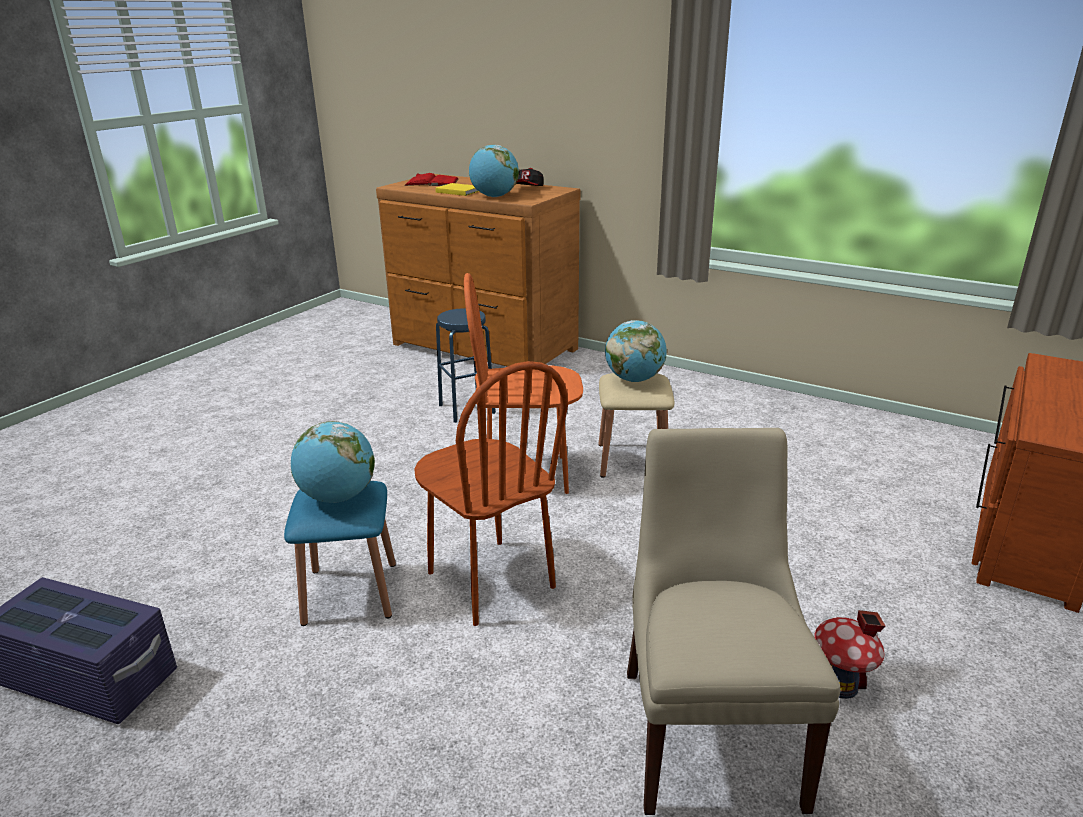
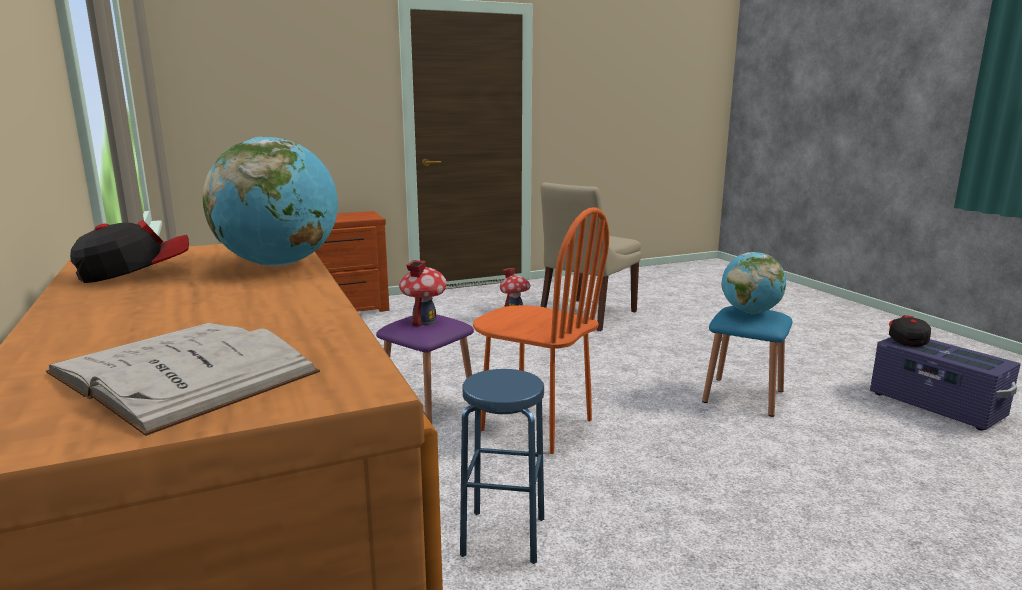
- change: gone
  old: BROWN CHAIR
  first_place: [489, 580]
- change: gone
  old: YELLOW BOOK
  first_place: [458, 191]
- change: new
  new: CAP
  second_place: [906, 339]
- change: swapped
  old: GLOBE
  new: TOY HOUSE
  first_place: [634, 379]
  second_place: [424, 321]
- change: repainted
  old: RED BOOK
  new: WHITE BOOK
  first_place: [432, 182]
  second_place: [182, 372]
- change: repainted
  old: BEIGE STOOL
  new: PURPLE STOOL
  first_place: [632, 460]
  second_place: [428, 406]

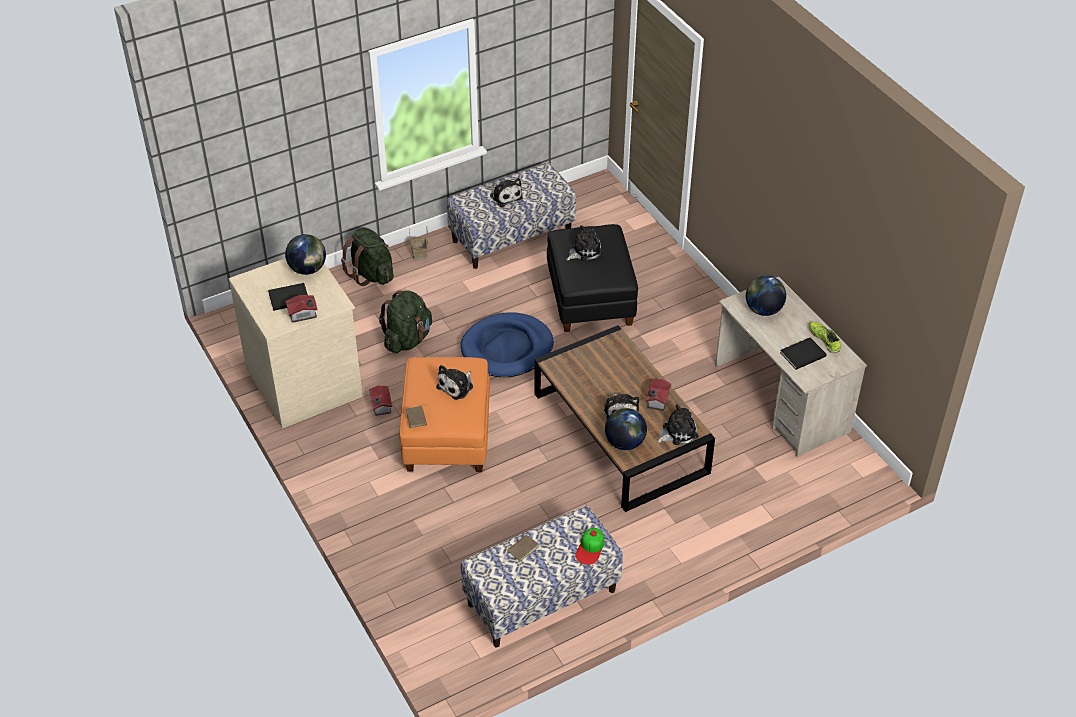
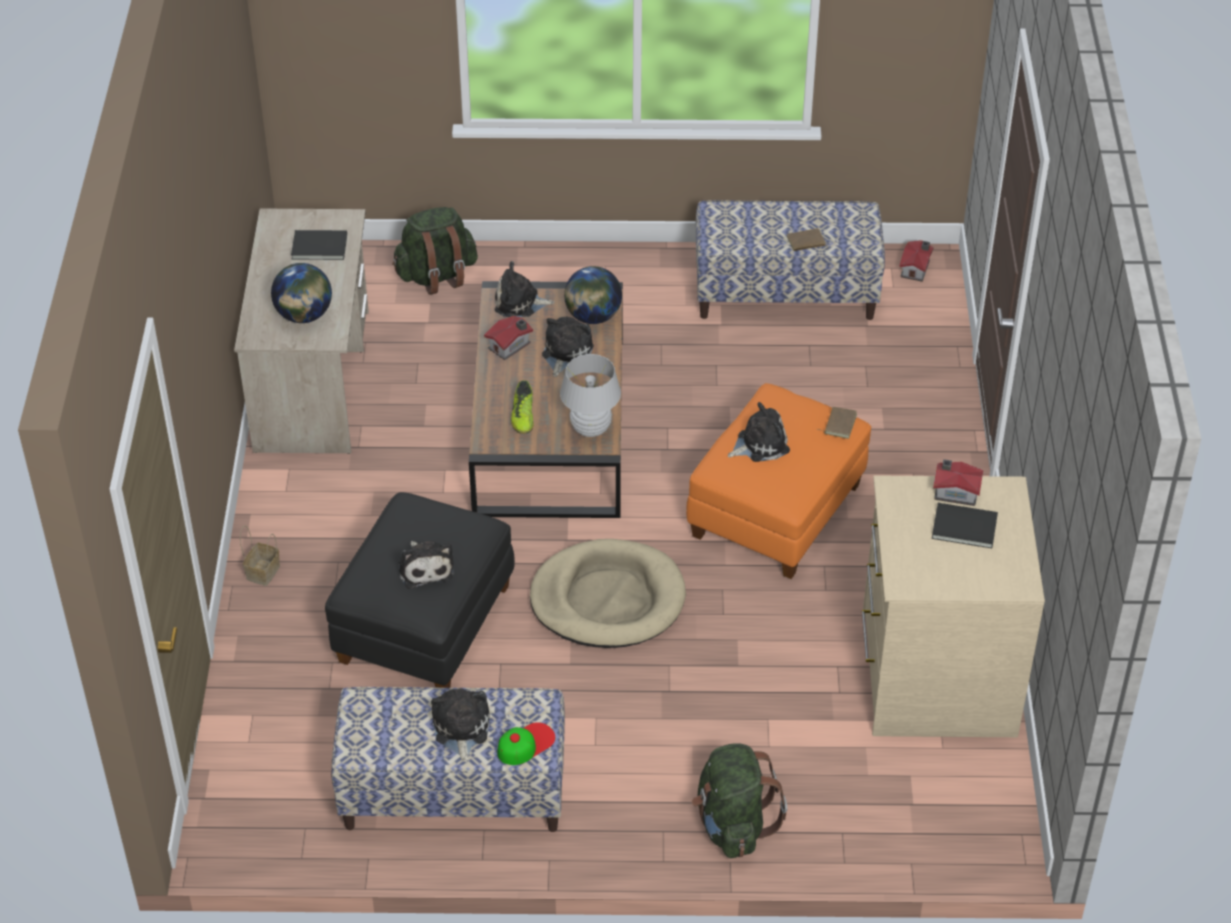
- change: gone
  old: GLOBE
  first_place: [308, 269]
- change: new
  new: WHITE TABLE LAMP
  second_place: [590, 428]
- change: shifted
  old: TOY HOUSE
  first_place: [380, 407]
  second_place: [916, 269]
- change: shifted
  old: GREEN BACKPACK
  first_place: [408, 339]
  second_place: [437, 276]
- change: shifted
  old: BASKET
  first_place: [420, 254]
  second_place: [263, 571]
- change: shifted
  old: CAP
  first_place: [590, 548]
  second_place: [525, 744]
- change: shifted
  old: SHOE
  first_place: [824, 339]
  second_place: [523, 416]
- change: repainted
  old: BLUE DOG BED
  new: BEIGE DOG BED
  first_place: [507, 348]
  second_place: [608, 599]
- change: rotated
  old: PLUSH TOY
  first_place: [584, 250]
  second_place: [425, 568]
  degrees: -105

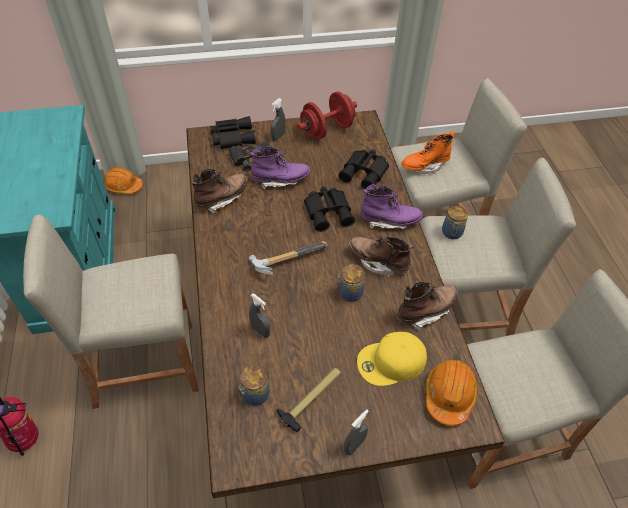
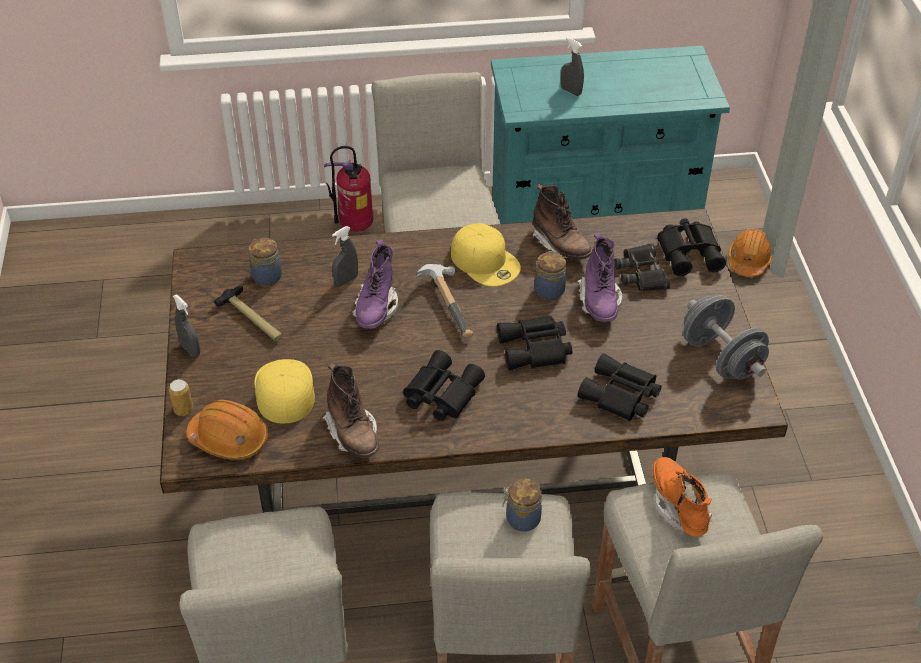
- change: new
  new: CAN
  second_place: [183, 409]
- change: new
  new: YELLOW CAP
  second_place: [486, 261]
- change: shifted
  old: GREY SPRAY BOTTLE
  first_place: [278, 137]
  second_place: [571, 91]
- change: shifted
  old: JAR
  first_place: [349, 293]
  second_place: [549, 290]
- change: shifted
  old: PURPLE BOOT
  first_place: [389, 221]
  second_place: [376, 308]
- change: swapped
  old: BROWN BOOT
  new: BLACK BINOCULARS
  first_place: [378, 262]
  second_place: [440, 393]
- change: repainted
  old: RED DUMBBELL
  new: GREY DUMBBELL
  first_place: [327, 130]
  second_place: [721, 357]

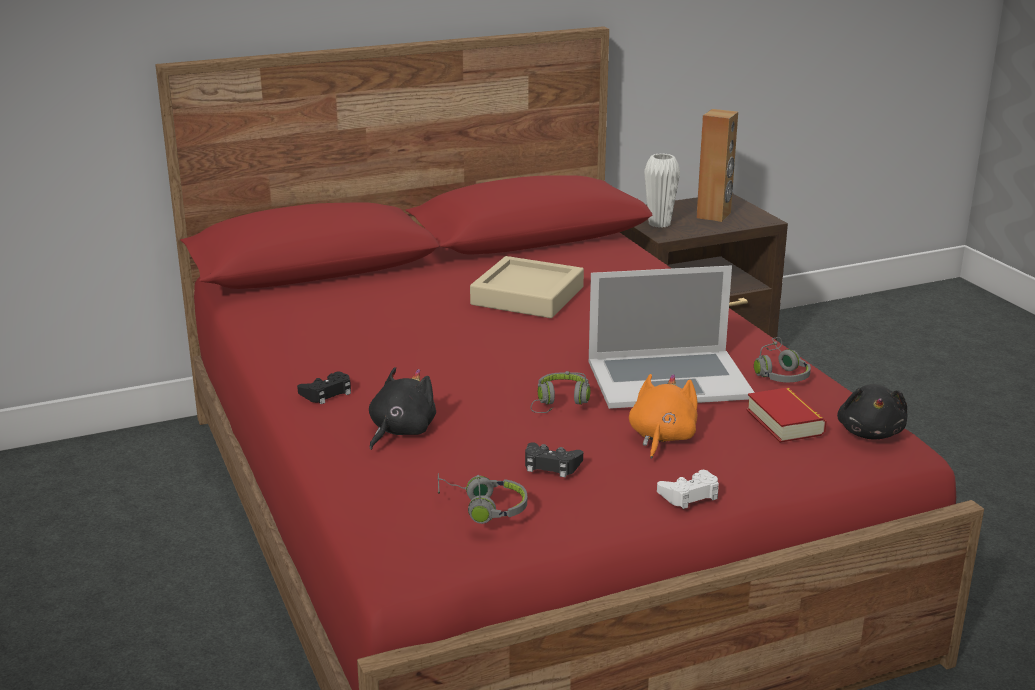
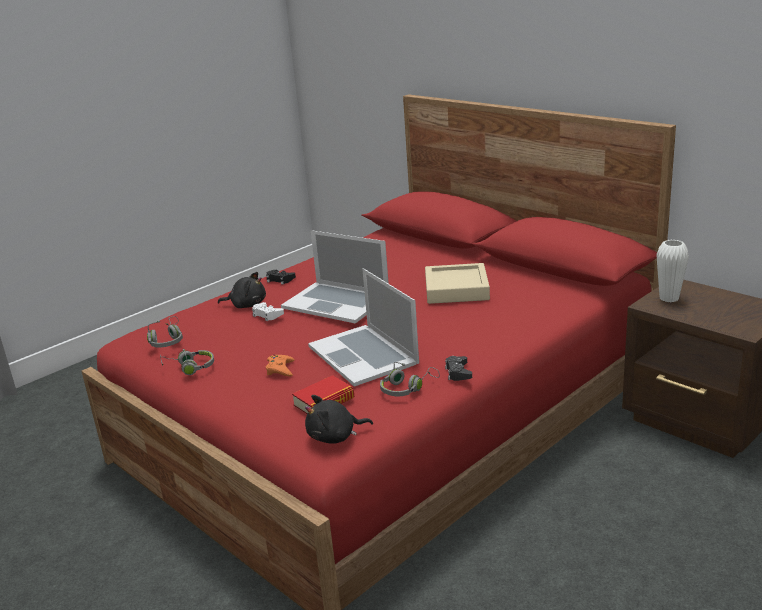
- change: gone
  old: BROWN SPEAKER
  first_place: [714, 215]
- change: new
  new: LAPTOP
  second_place: [336, 302]
- change: shifted
  old: BLACK GAME CONTROLLER
  first_place: [551, 465]
  second_place: [458, 372]
- change: shifted
  old: GREY HEADPHONES
  first_place: [560, 402]
  second_place: [189, 368]
- change: shifted
  old: WHITE GAME CONTROLLER
  first_place: [690, 495]
  second_place: [267, 315]
- change: swapped
  old: ORANGE PLUSH TOY
  new: ORANGE GAME CONTROLLER
  first_place: [661, 438]
  second_place: [280, 369]

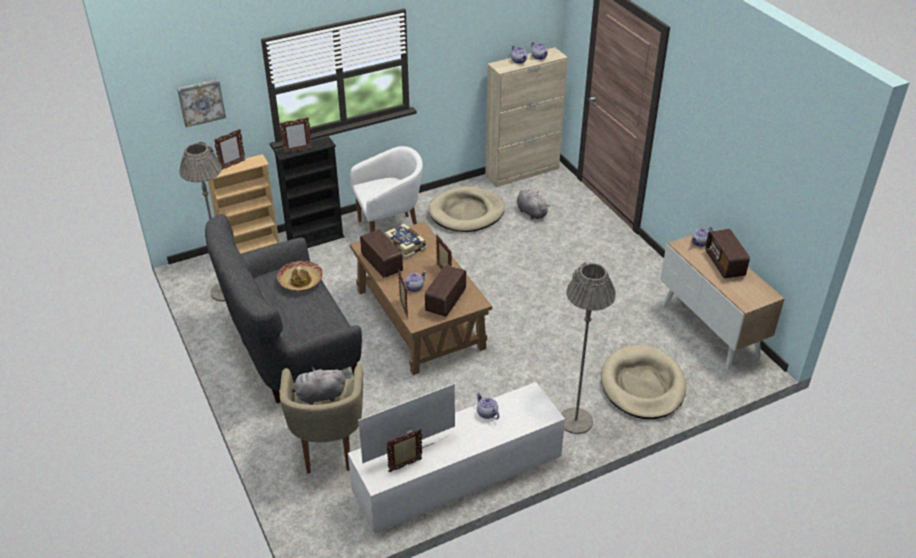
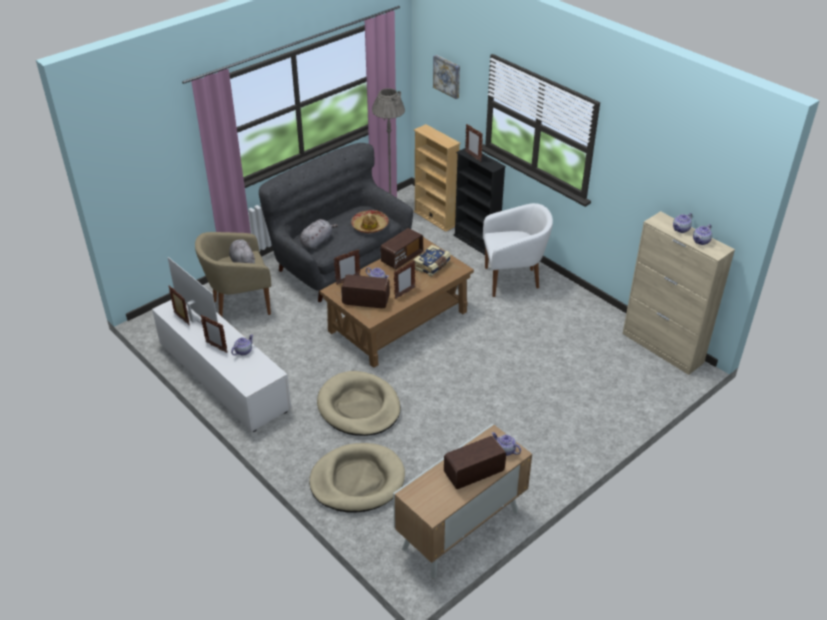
- change: gone
  old: GREY FLOOR LAMP
  first_place: [575, 421]
- change: shifted
  old: PICTURE FRAME
  first_place: [232, 165]
  second_place: [216, 347]
- change: shifted
  old: BEIGE DOG BED
  first_place: [466, 213]
  second_place: [359, 407]
- change: shifted
  old: GREY PLUSH TOY
  first_place: [530, 212]
  second_place: [317, 242]
- change: rotated
  old: WHITE ARMCHAIR
  first_place: [390, 229]
  second_place: [513, 280]
  degrees: -60

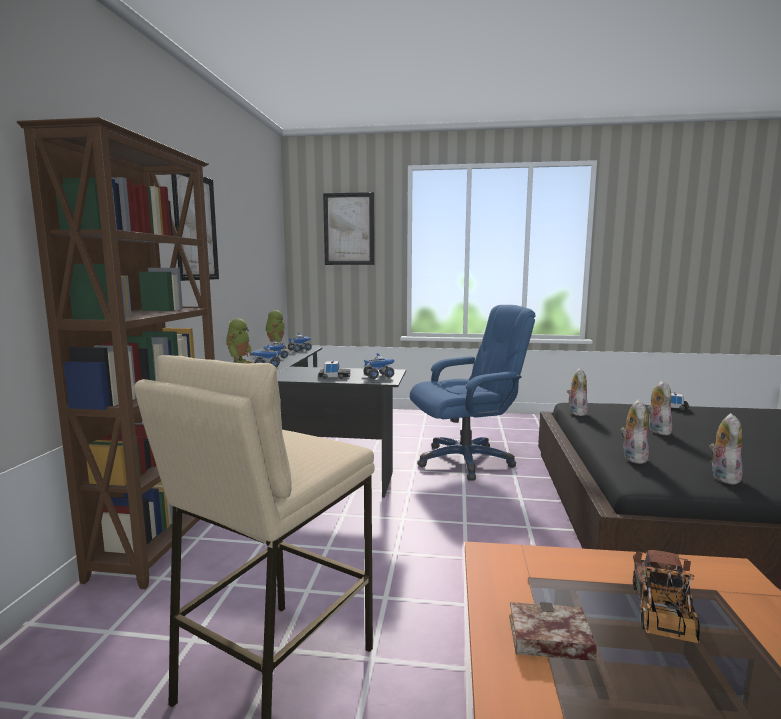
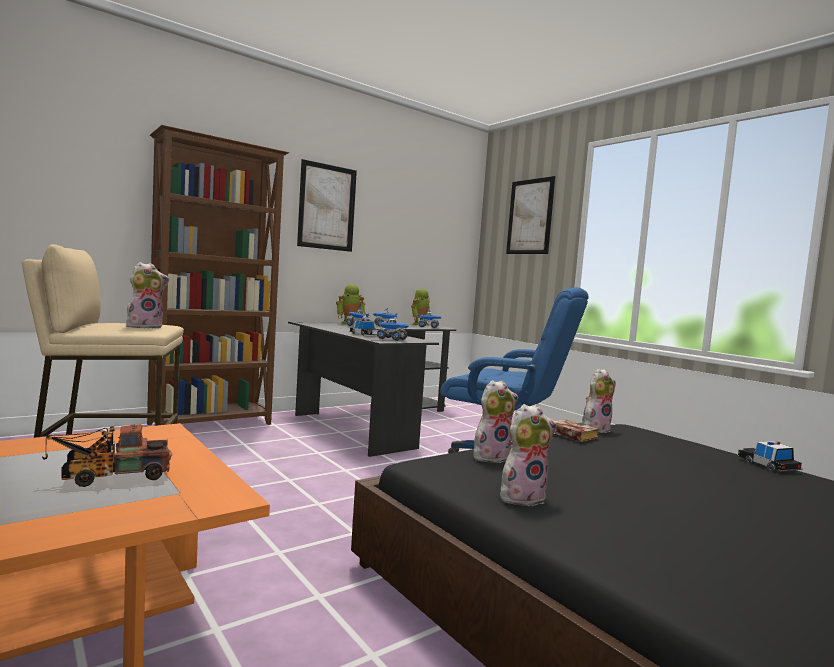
- change: shifted
  old: BOOK
  first_place: [546, 640]
  second_place: [569, 435]
- change: shifted
  old: PLUSH TOY
  first_place: [657, 431]
  second_place: [145, 327]

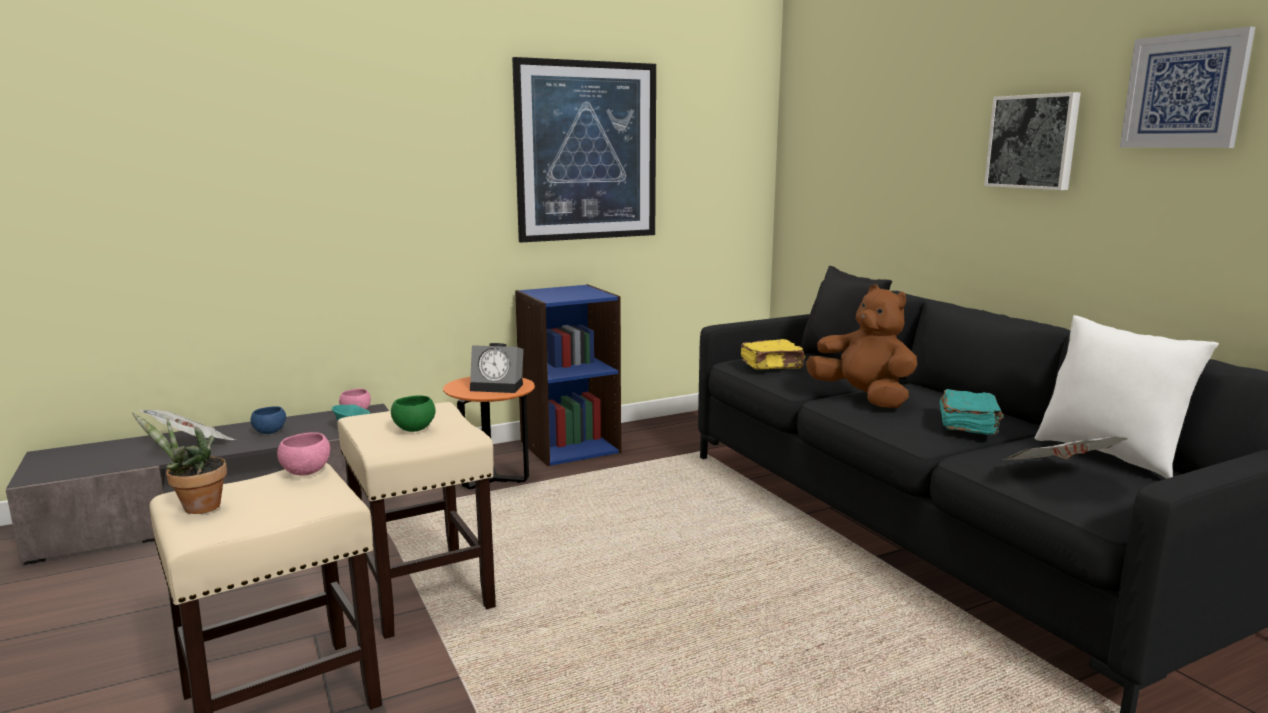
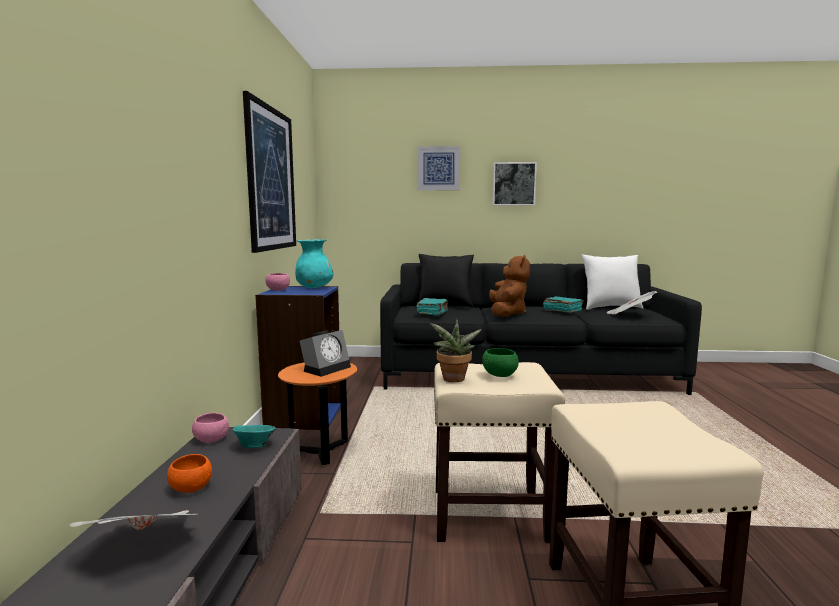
- change: new
  new: TURQUOISE VASE
  second_place: [314, 288]
- change: shifted
  old: POTTED PLANT
  first_place: [196, 508]
  second_place: [453, 380]
- change: shifted
  old: PINK BOWL
  first_place: [306, 472]
  second_place: [278, 290]
- change: shifted
  old: PICTURE
  first_place: [1185, 91]
  second_place: [438, 168]
- change: repainted
  old: BLUE BOWL
  new: ORANGE BOWL
  first_place: [269, 432]
  second_place: [191, 489]
- change: repainted
  old: YELLOW BOOK
  new: TURQUOISE BOOK
  first_place: [772, 366]
  second_place: [433, 313]
- change: rotated
  old: BROWN PLUSH TOY
  first_place: [863, 398]
  second_place: [507, 313]
  degrees: 105

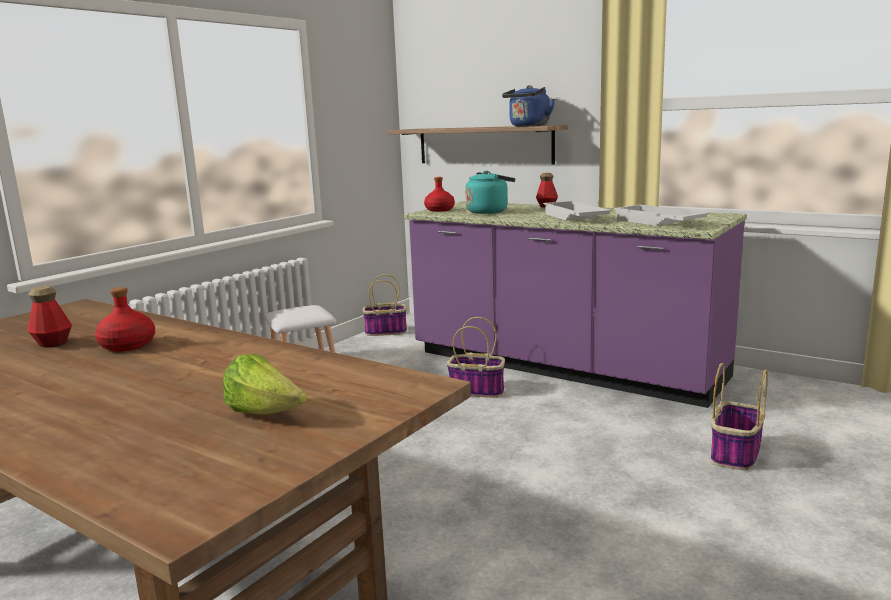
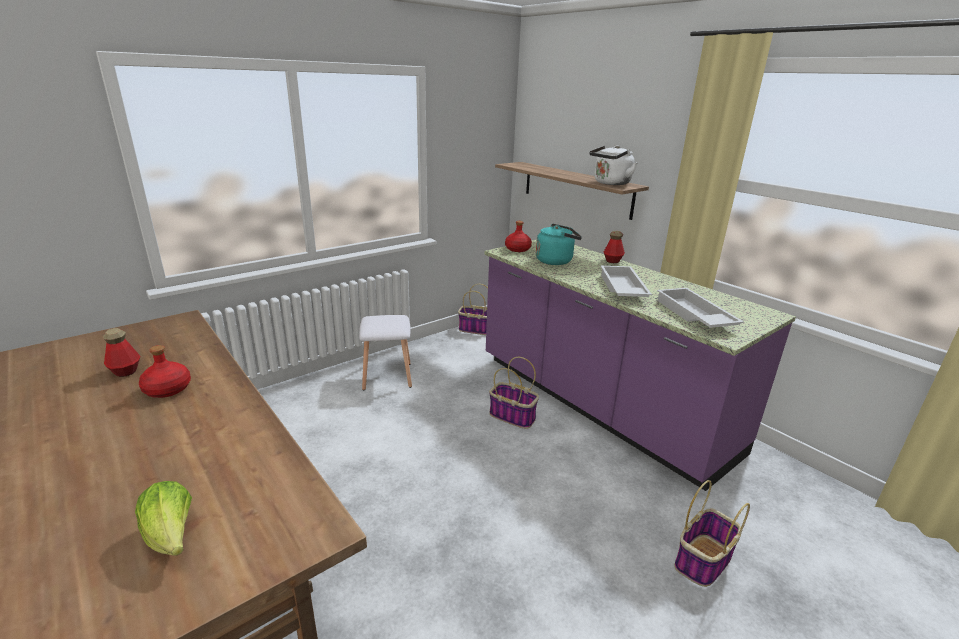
- change: repainted
  old: BLUE KETTLE
  new: WHITE KETTLE
  first_place: [528, 126]
  second_place: [610, 183]

